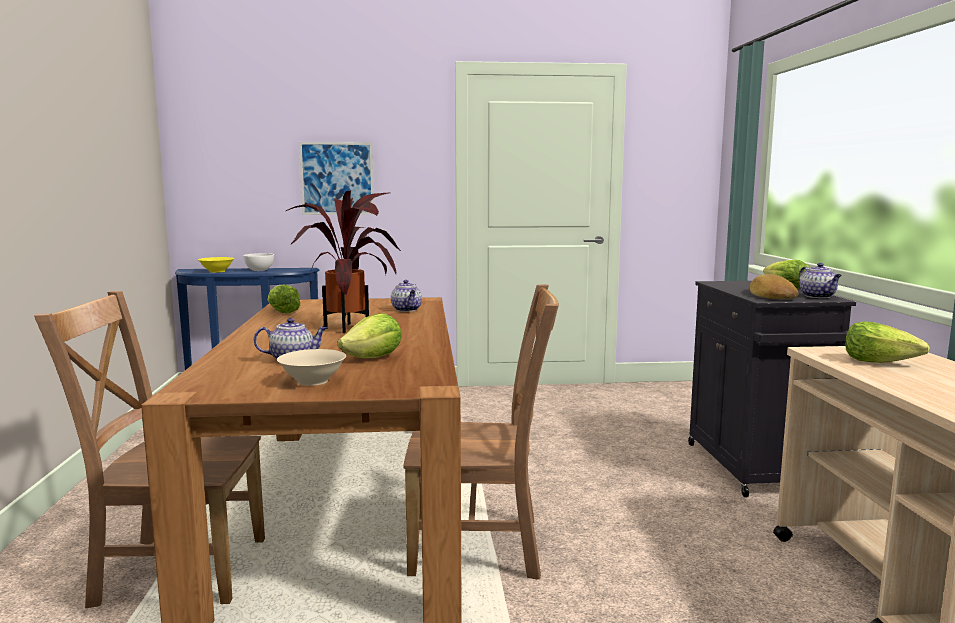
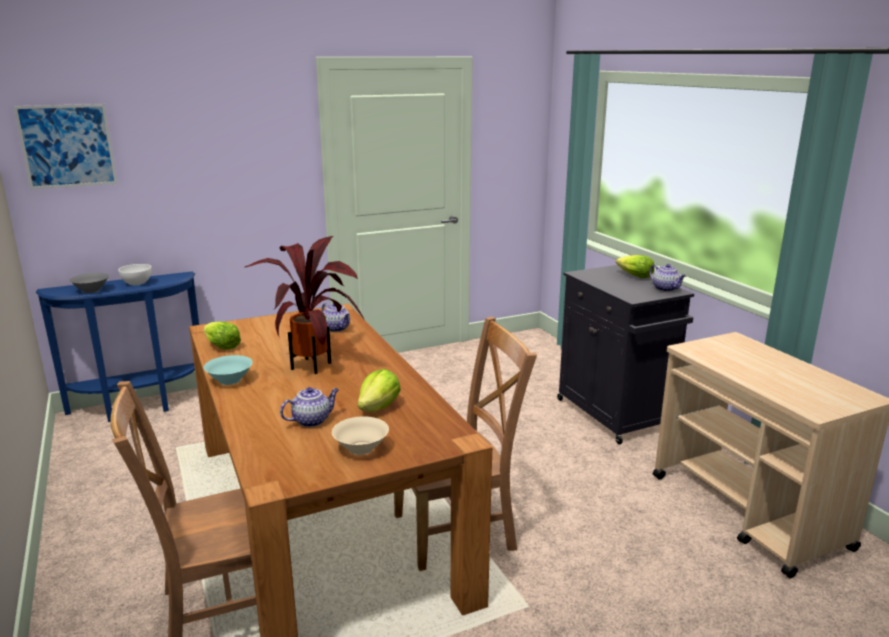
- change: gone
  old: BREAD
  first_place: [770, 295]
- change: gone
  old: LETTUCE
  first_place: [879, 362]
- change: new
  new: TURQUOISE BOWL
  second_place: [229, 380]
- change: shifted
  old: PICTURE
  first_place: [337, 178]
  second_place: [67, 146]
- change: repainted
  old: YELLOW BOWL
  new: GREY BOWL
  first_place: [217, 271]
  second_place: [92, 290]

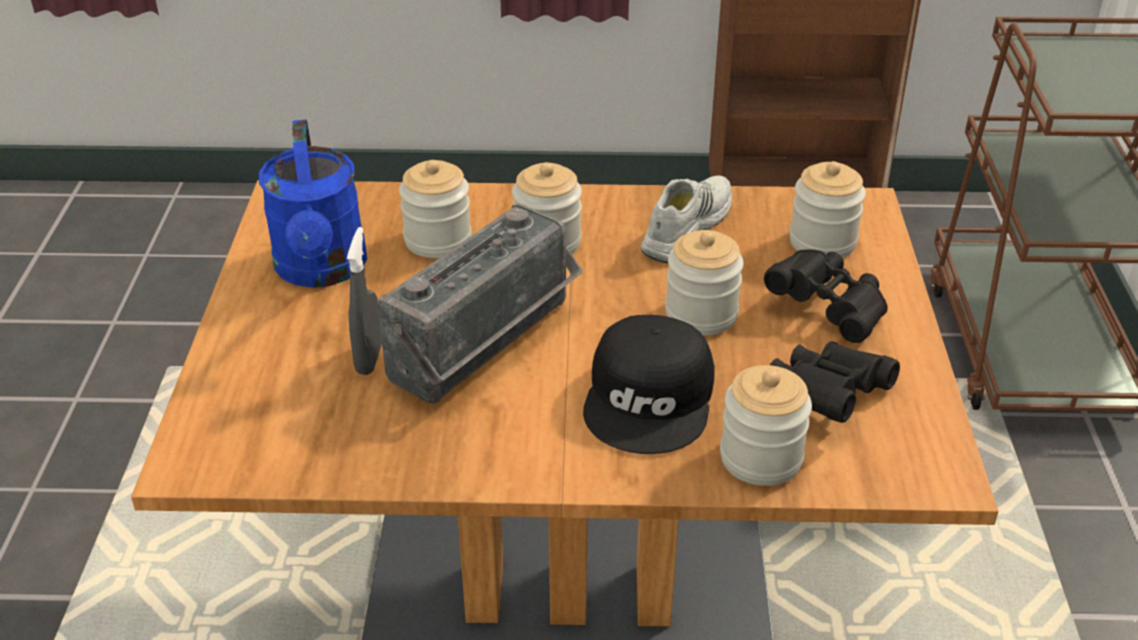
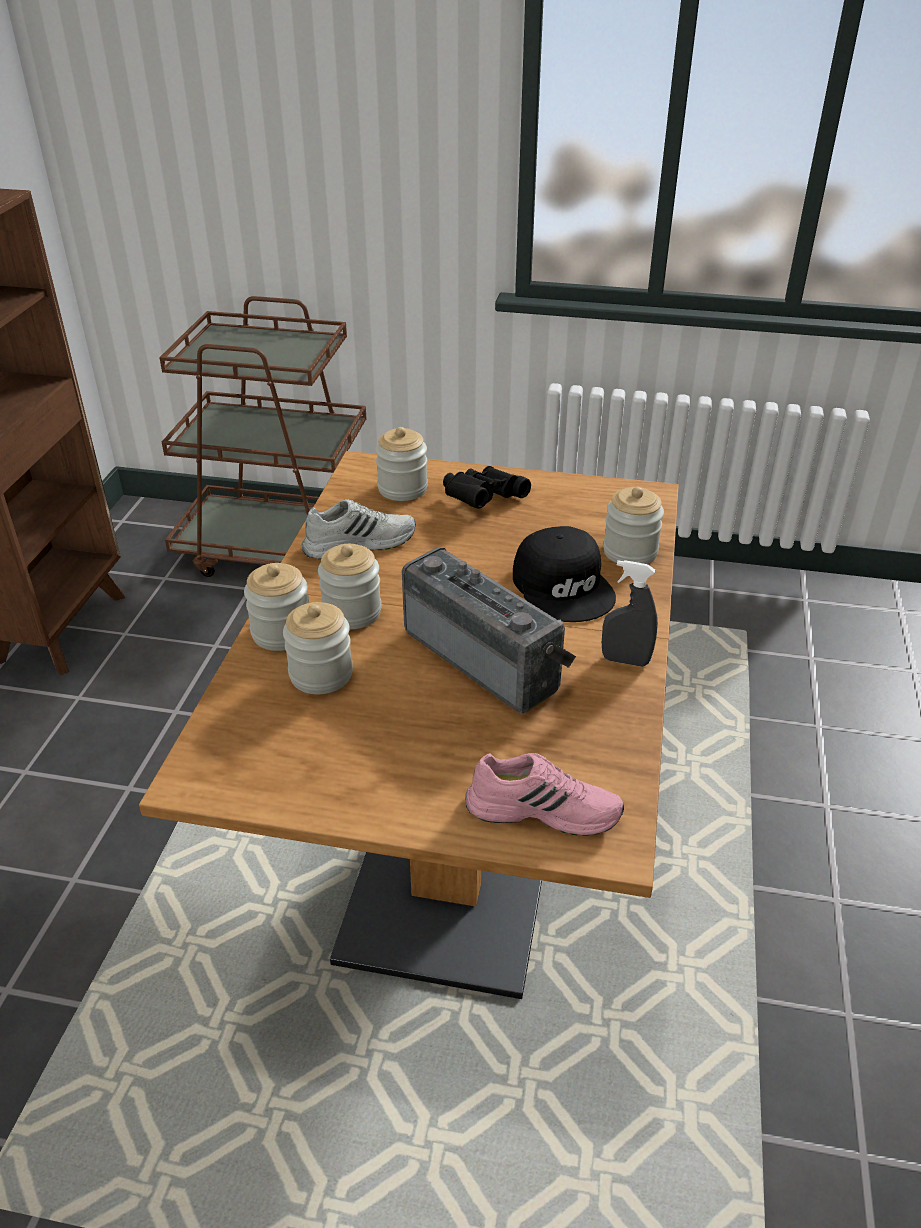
- change: gone
  old: BLUE WATERING CAN
  first_place: [322, 270]
- change: gone
  old: BLACK BINOCULARS
  first_place: [827, 397]
- change: new
  new: PINK SHOE
  second_place: [543, 809]
- change: shifted
  old: GREY SPRAY BOTTLE
  first_place: [369, 359]
  second_place: [625, 660]
- change: shifted
  old: JAR
  first_place: [701, 314]
  second_place: [281, 632]
- change: rotated
  old: BLACK CAP
  first_place: [651, 398]
  second_place: [564, 586]
  degrees: 45
- change: rotated
  old: WHITE SHOE
  first_place: [685, 227]
  second_place: [359, 542]
  degrees: 120

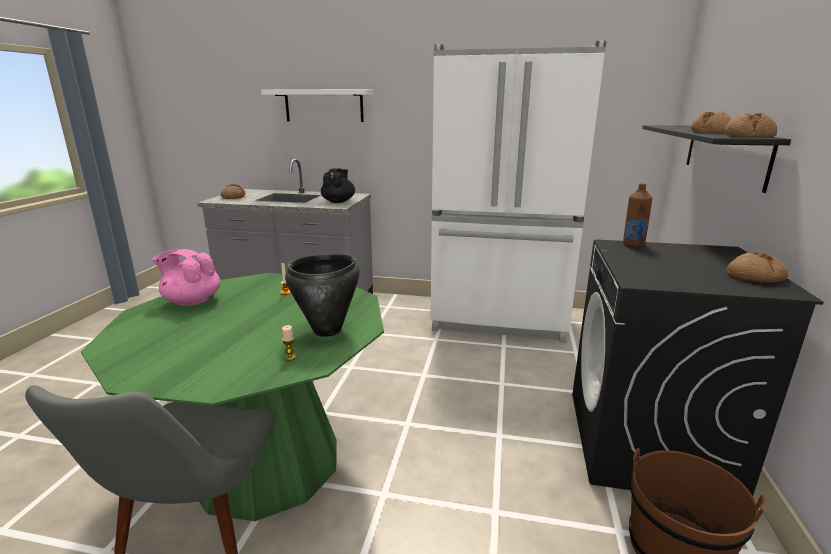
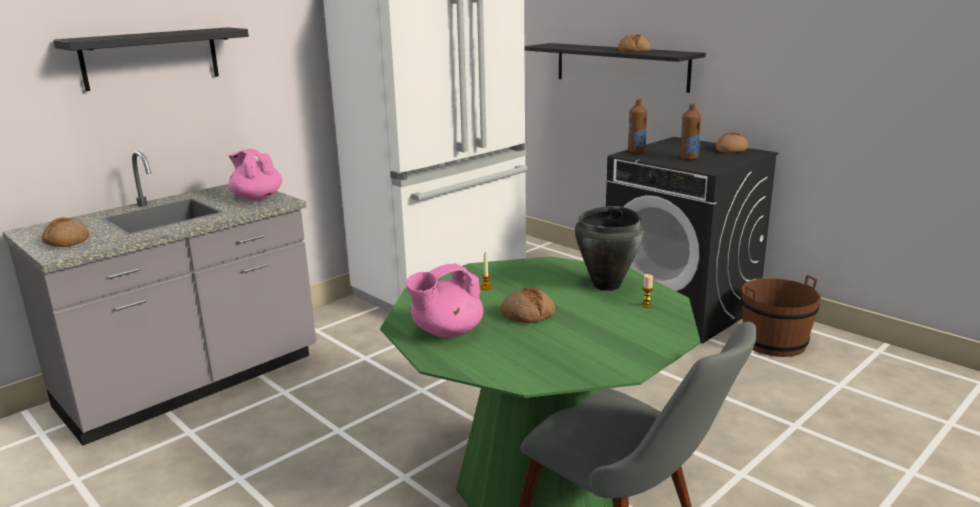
- change: new
  new: BROWN BOTTLE
  second_place: [688, 158]
- change: shifted
  old: BREAD
  first_place: [748, 136]
  second_place: [527, 314]
- change: repainted
  old: WHITE SHELF
  new: BLACK SHELF
  first_place: [324, 105]
  second_place: [151, 58]
- change: repainted
  old: BLACK TEAPOT
  new: PINK TEAPOT
  first_place: [338, 201]
  second_place: [257, 198]

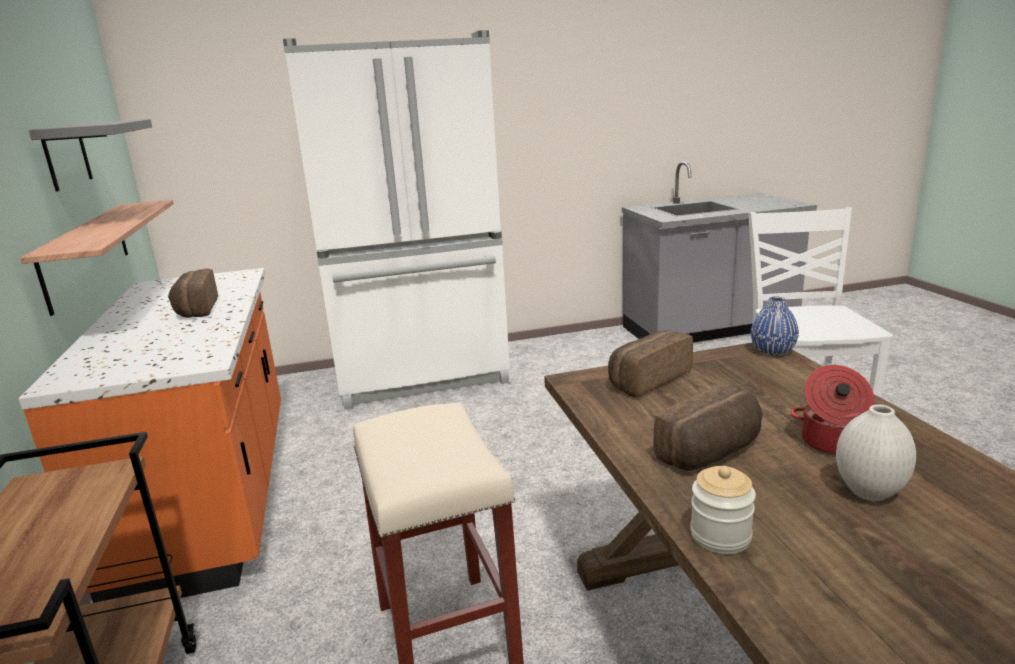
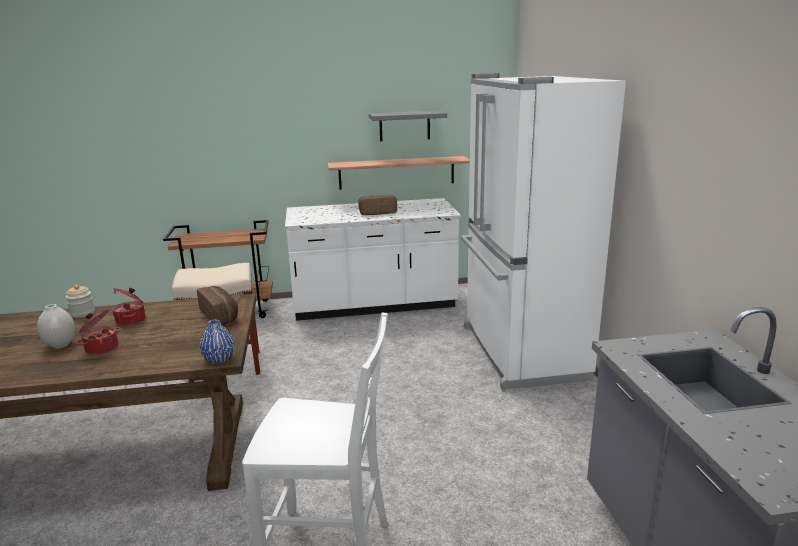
- change: swapped
  old: BREAD
  new: COOKING POT
  first_place: [712, 453]
  second_place: [132, 320]
- change: repainted
  old: ORANGE COUNTER
  new: WHITE COUNTER
  first_place: [215, 493]
  second_place: [374, 305]

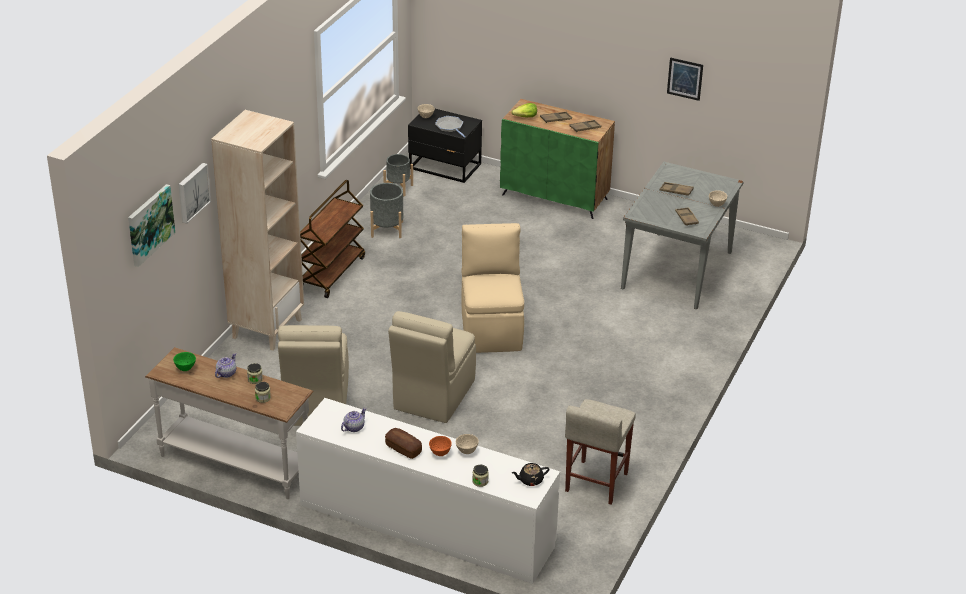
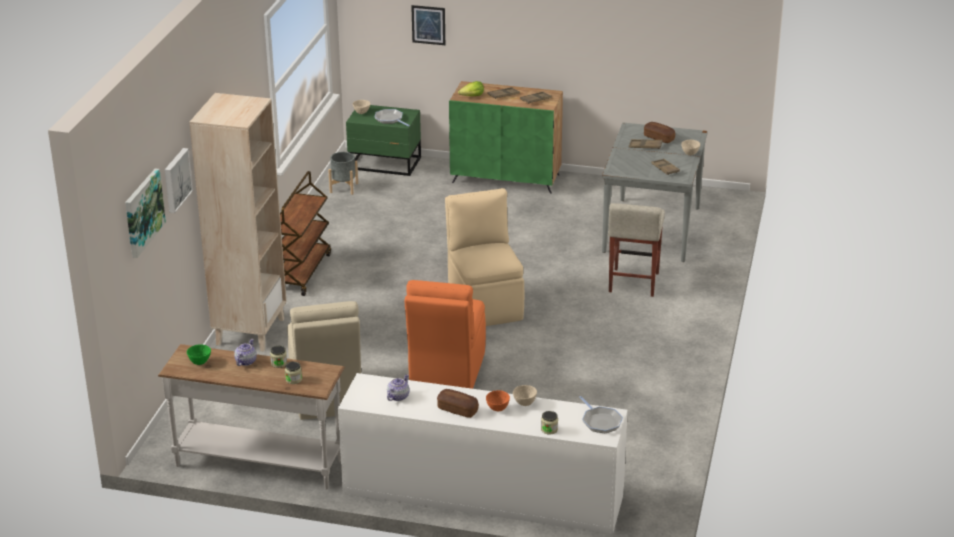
- change: gone
  old: GREY PLANTER
  first_place: [387, 229]
- change: new
  new: BREAD
  second_place: [659, 138]
- change: shifted
  old: BEIGE STOOL
  first_place: [596, 482]
  second_place: [633, 283]
- change: shifted
  old: PICTURE
  first_place: [685, 78]
  second_place: [428, 25]
- change: swapped
  old: BLACK TEAPOT
  new: FRYING PAN
  first_place: [530, 480]
  second_place: [600, 421]
- change: repainted
  old: BEIGE CHAIR
  new: ORANGE CHAIR
  first_place: [433, 396]
  second_place: [446, 373]
- change: repainted
  old: BLACK NIGHTSTAND
  new: GREEN NIGHTSTAND
  first_place: [445, 167]
  second_place: [385, 164]

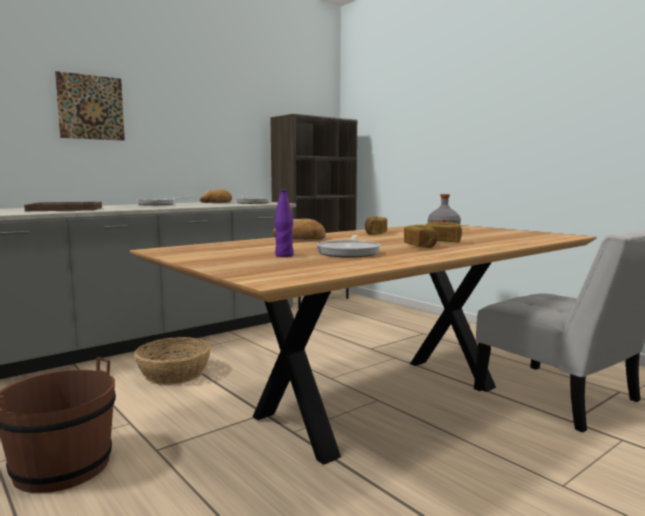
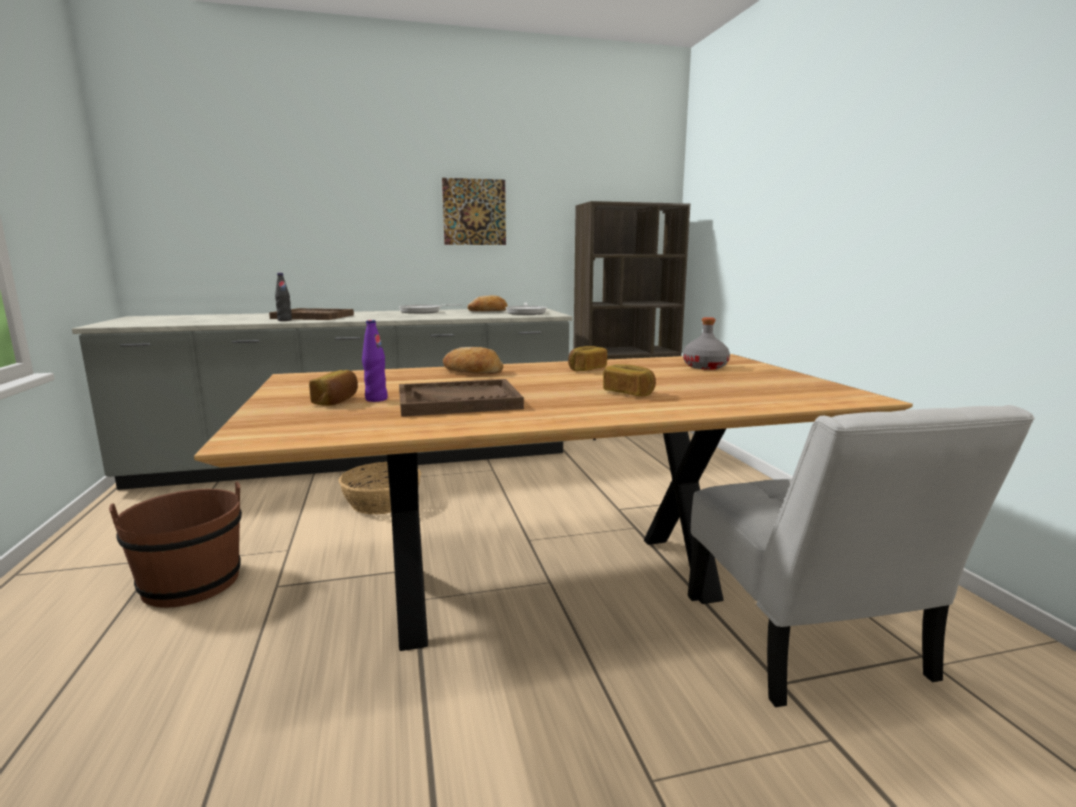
- change: new
  new: BLACK BOTTLE
  second_place: [285, 320]
- change: shifted
  old: PICTURE
  first_place: [91, 107]
  second_place: [474, 212]
- change: shifted
  old: BREAD
  first_place: [421, 246]
  second_place: [337, 401]
- change: swapped
  old: FRYING PAN
  new: BROWN TRAY
  first_place: [349, 252]
  second_place: [459, 401]

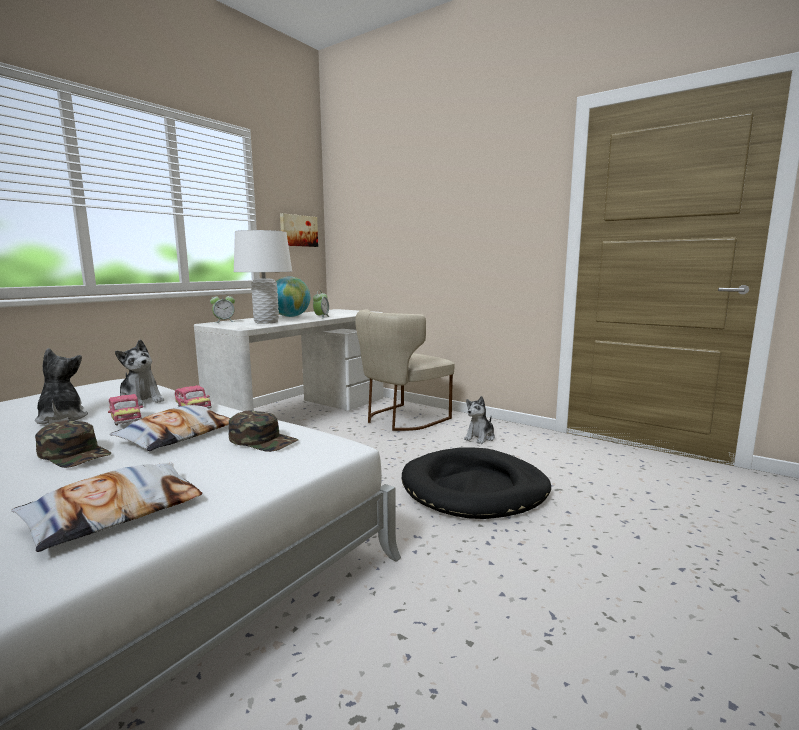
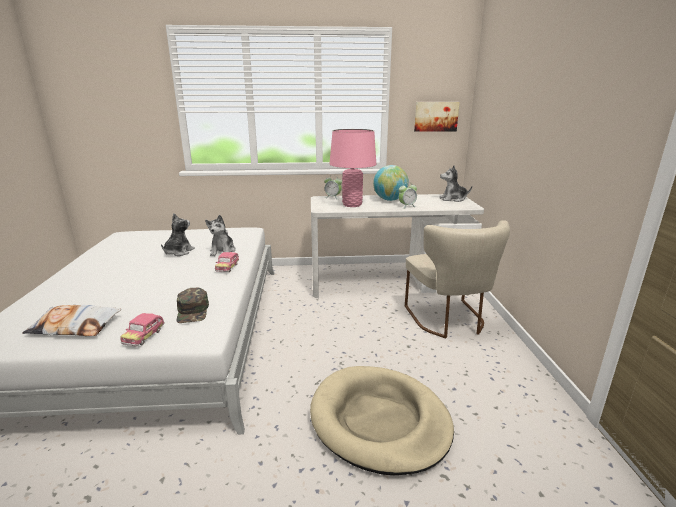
- change: gone
  old: GREEN CAP
  first_place: [75, 454]
- change: gone
  old: PILLOW
  first_place: [177, 435]
- change: shifted
  old: TOY CAR
  first_place: [126, 419]
  second_place: [144, 336]
- change: shifted
  old: PLUSH TOY
  first_place: [480, 438]
  second_place: [453, 199]
- change: repainted
  old: WHITE TABLE LAMP
  new: PINK TABLE LAMP
  first_place: [266, 322]
  second_place: [352, 205]
- change: repainted
  old: BLACK DOG BED
  new: BEIGE DOG BED
  first_place: [475, 488]
  second_place: [379, 421]
- change: rotated
  old: BEIGE CHAIR
  first_place: [401, 419]
  second_place: [448, 320]
  degrees: -105

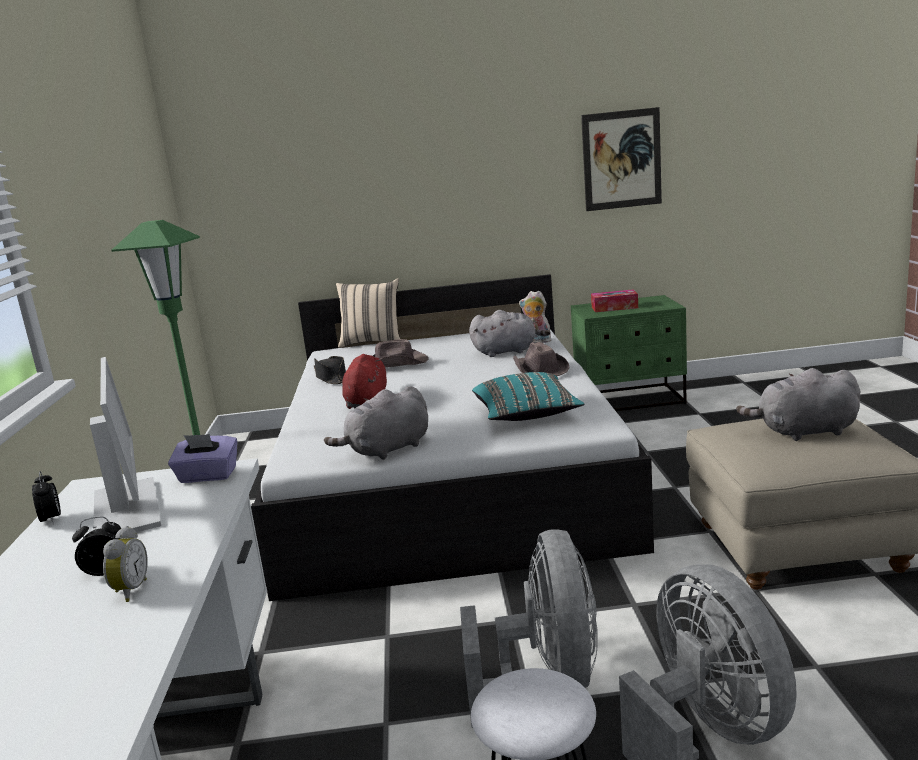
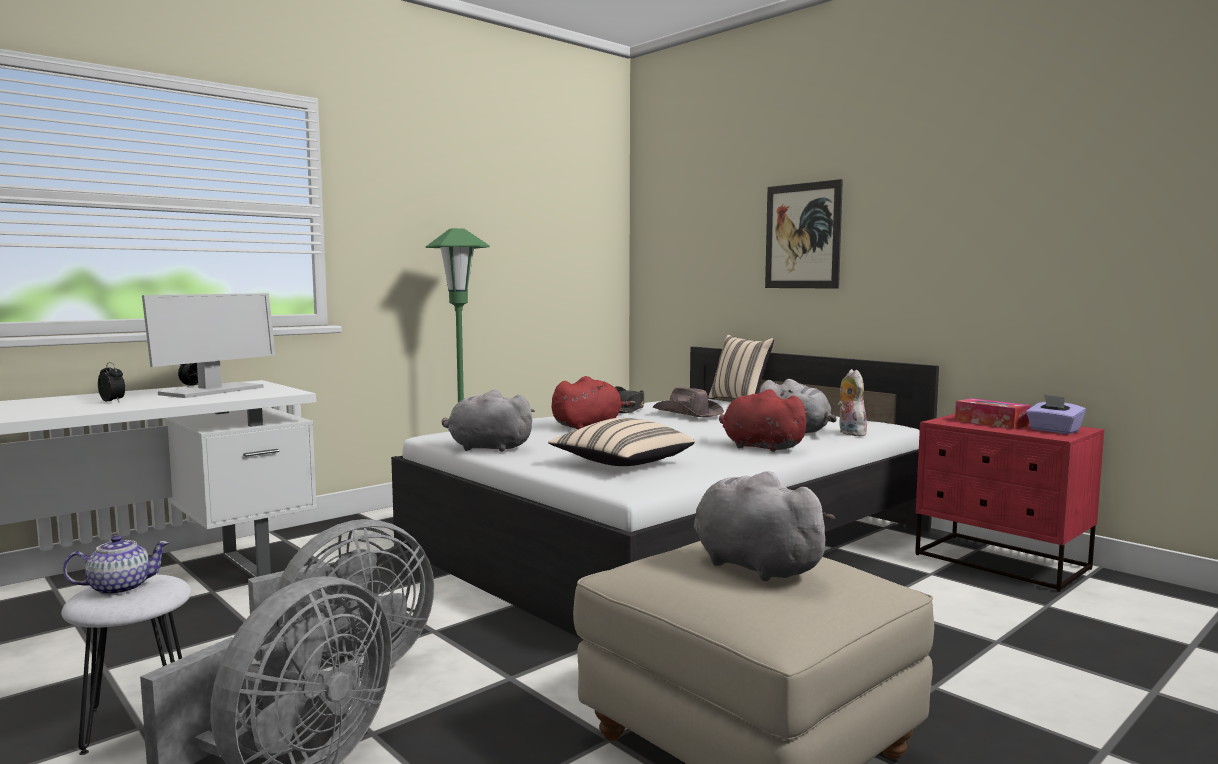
- change: gone
  old: ALARM CLOCK
  first_place: [129, 591]
- change: new
  new: TEAPOT
  second_place: [119, 588]
- change: shifted
  old: PURPLE TISSUE BOX
  first_place: [207, 476]
  second_place: [1053, 430]
- change: shifted
  old: PICTURE
  first_place: [621, 159]
  second_place: [802, 236]
- change: swapped
  old: BROWN HAT
  new: RED PLUSH TOY
  first_place: [539, 370]
  second_place: [759, 447]
- change: repainted
  old: TURQUOISE PILLOW
  new: BEIGE PILLOW
  first_place: [526, 415]
  second_place: [621, 464]
- change: repainted
  old: GREEN NIGHTSTAND
  new: RED NIGHTSTAND
  first_place: [630, 400]
  second_place: [1001, 562]

